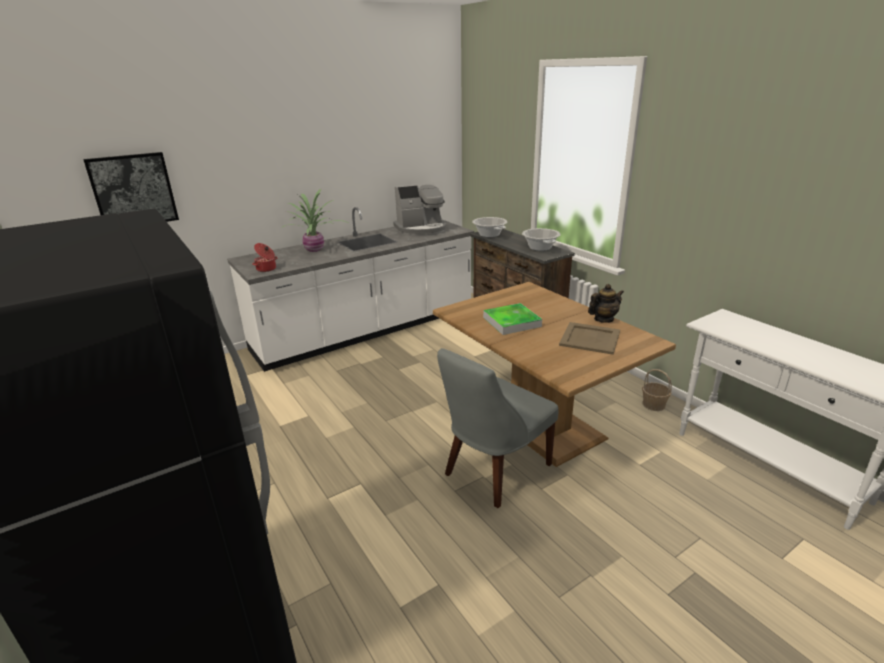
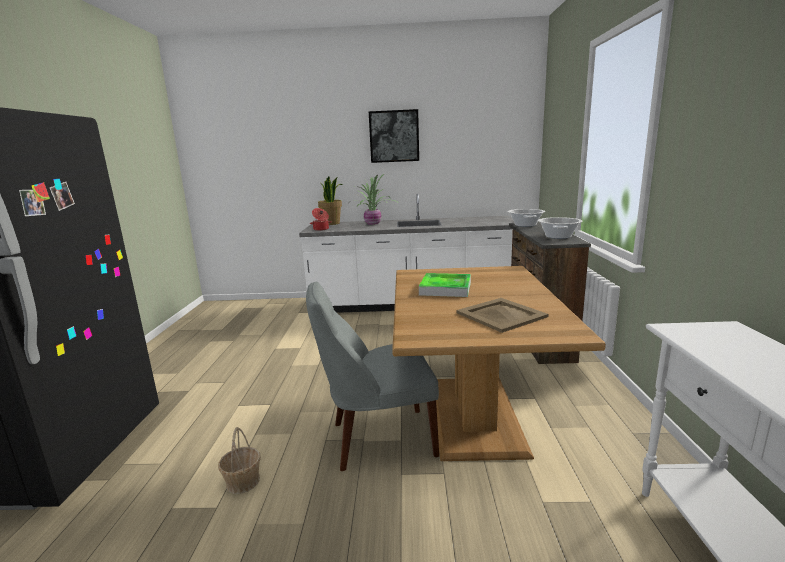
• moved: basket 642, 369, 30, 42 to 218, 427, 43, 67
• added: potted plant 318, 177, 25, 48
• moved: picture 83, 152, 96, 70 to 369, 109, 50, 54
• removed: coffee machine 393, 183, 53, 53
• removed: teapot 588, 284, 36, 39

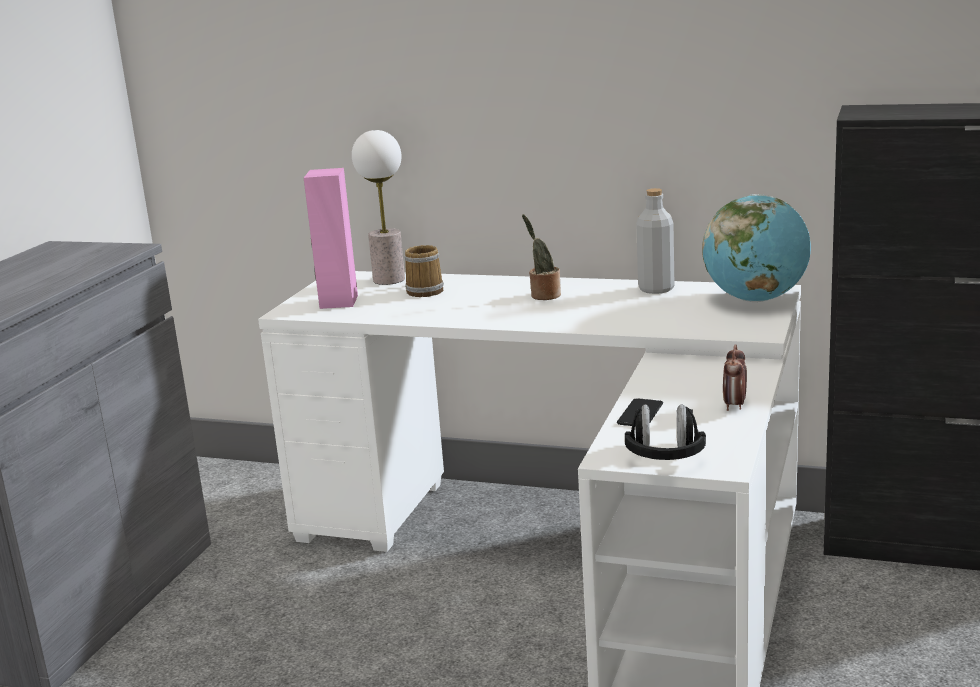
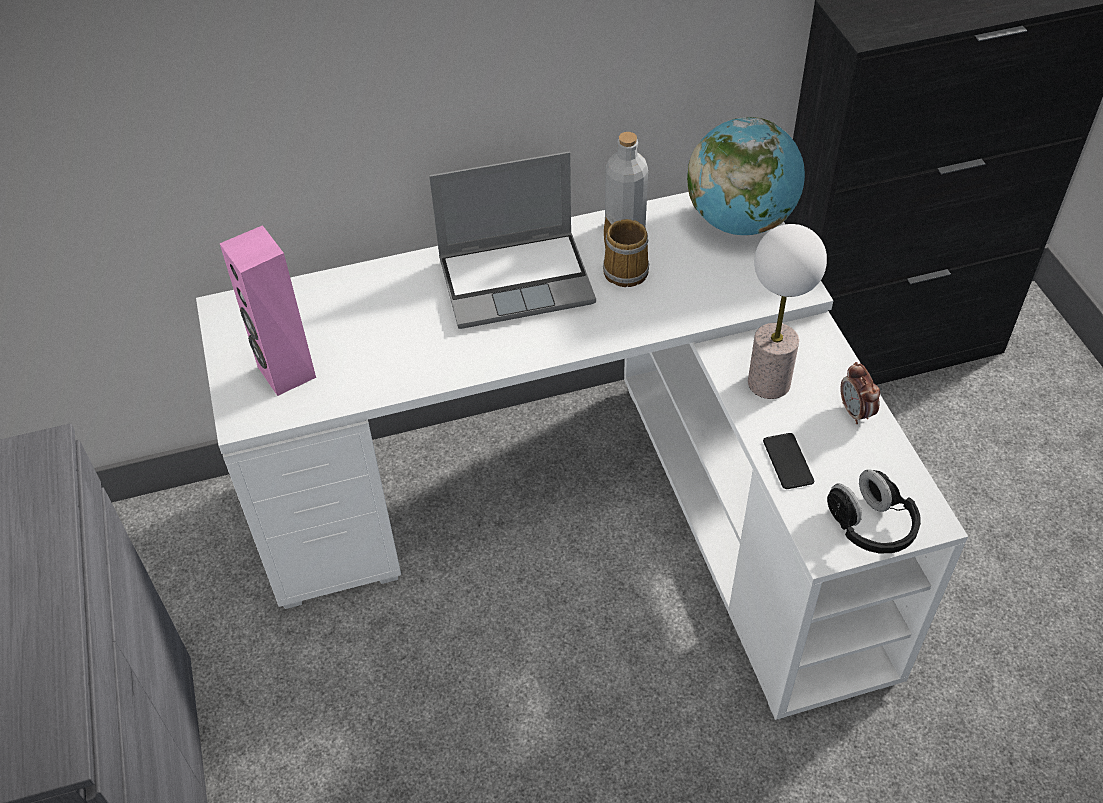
• replaced: potted plant 522, 214, 39, 86 to laptop 429, 152, 167, 177
• moved: mug 404, 245, 40, 52 to 603, 214, 47, 73
• moved: table lamp 352, 130, 53, 155 to 748, 224, 79, 175

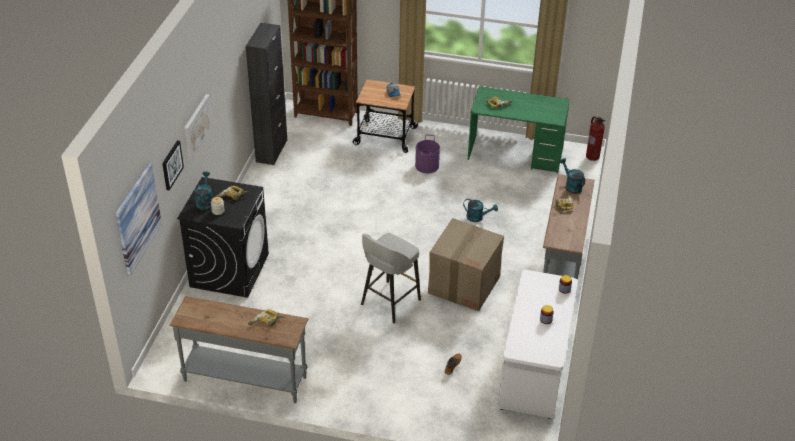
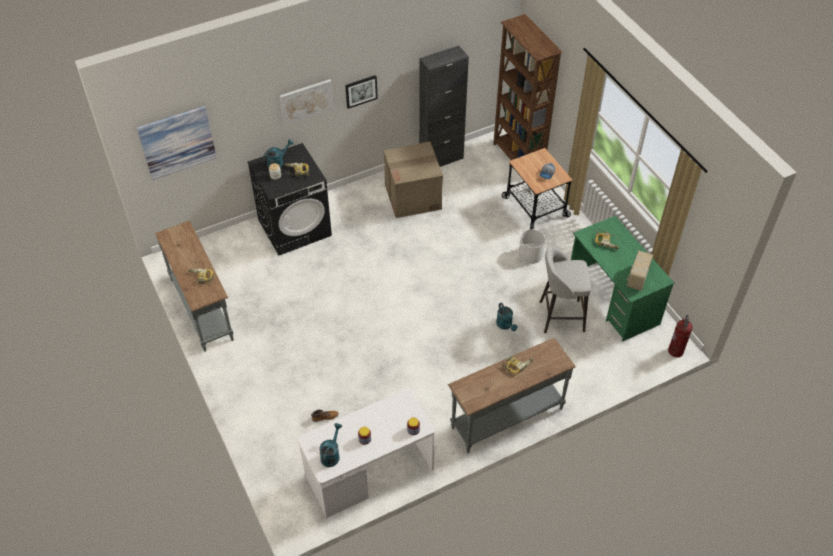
• moved: turquoise watering can 559, 158, 26, 36 to 320, 423, 22, 44
• moved: picture 162, 140, 22, 51 to 345, 75, 33, 34
• moved: cardboard box 428, 218, 76, 93 to 384, 141, 59, 77
• recoloured: purple bucket 415, 135, 25, 38 to white bucket 517, 227, 33, 37
• moved: grey stool 361, 233, 60, 91 to 540, 246, 52, 87
• added: radio 627, 250, 26, 41

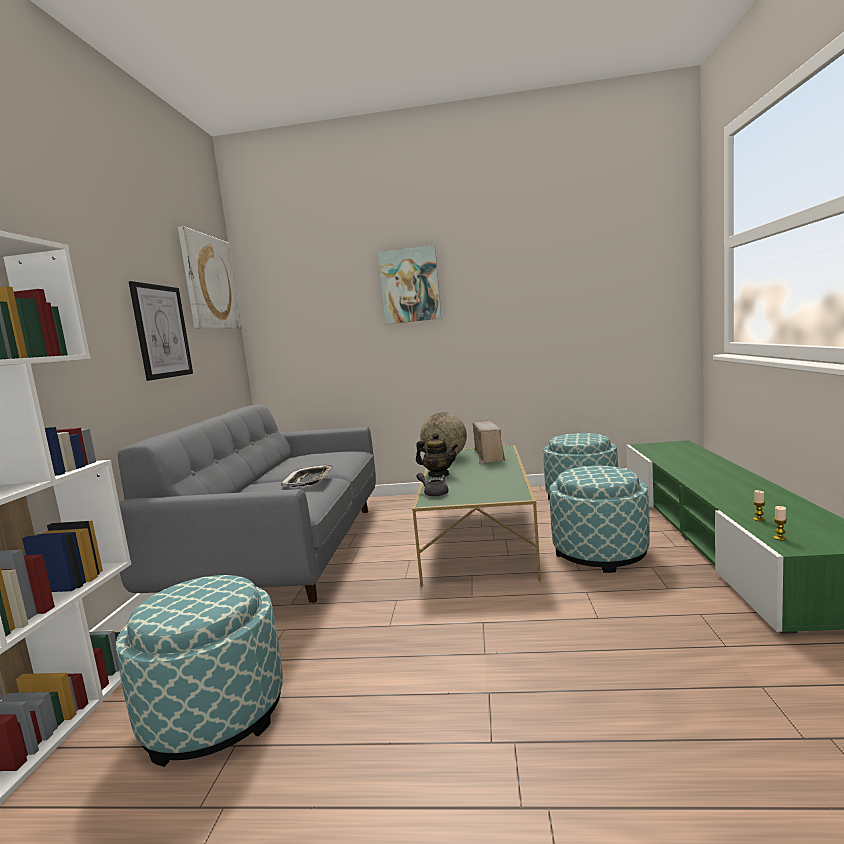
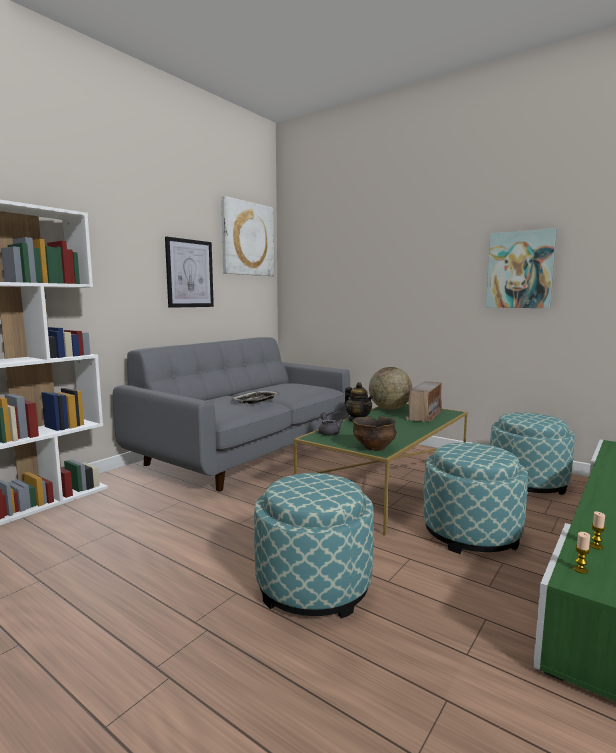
• moved: ottoman 115, 575, 168, 192 to 254, 473, 120, 145
• added: bowl 352, 417, 45, 34
• moved: picture 378, 245, 64, 79 to 486, 228, 71, 80

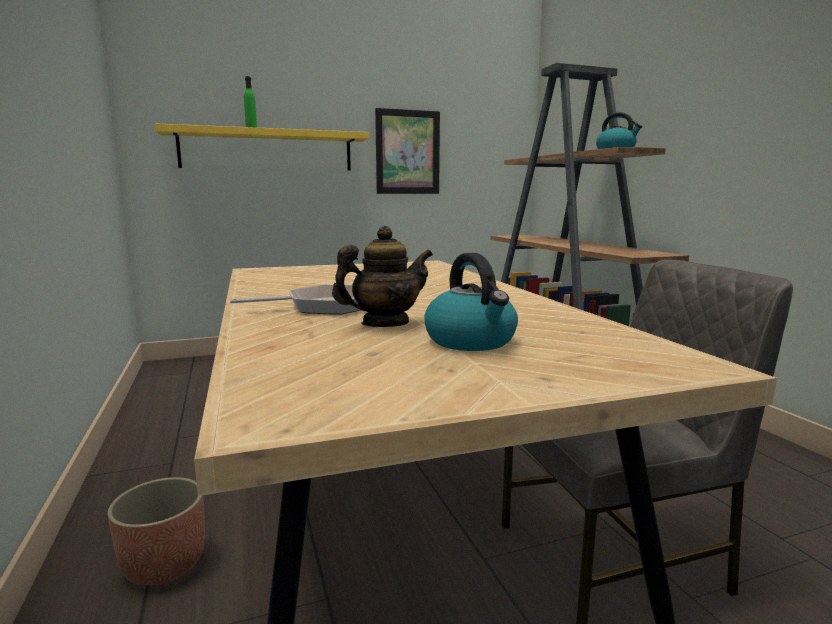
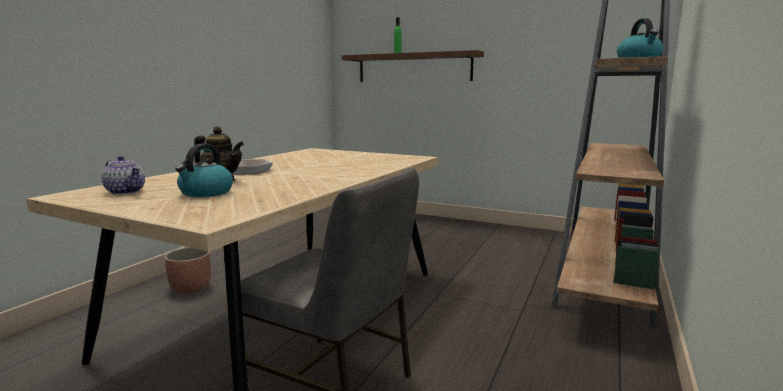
• added: teapot 101, 156, 44, 39
• recoloured: yellow shelf 155, 123, 214, 47 to brown shelf 342, 50, 142, 32
• removed: picture 375, 108, 65, 86

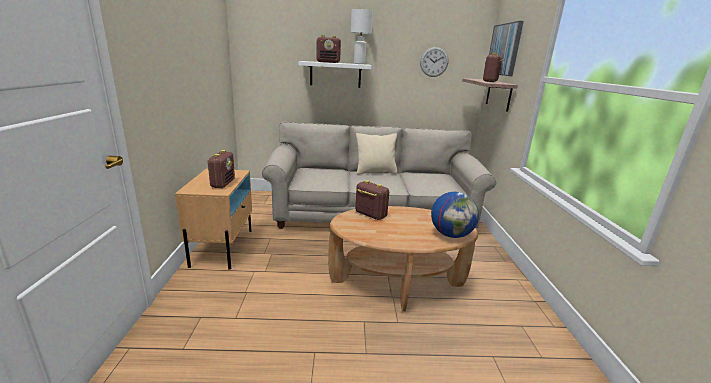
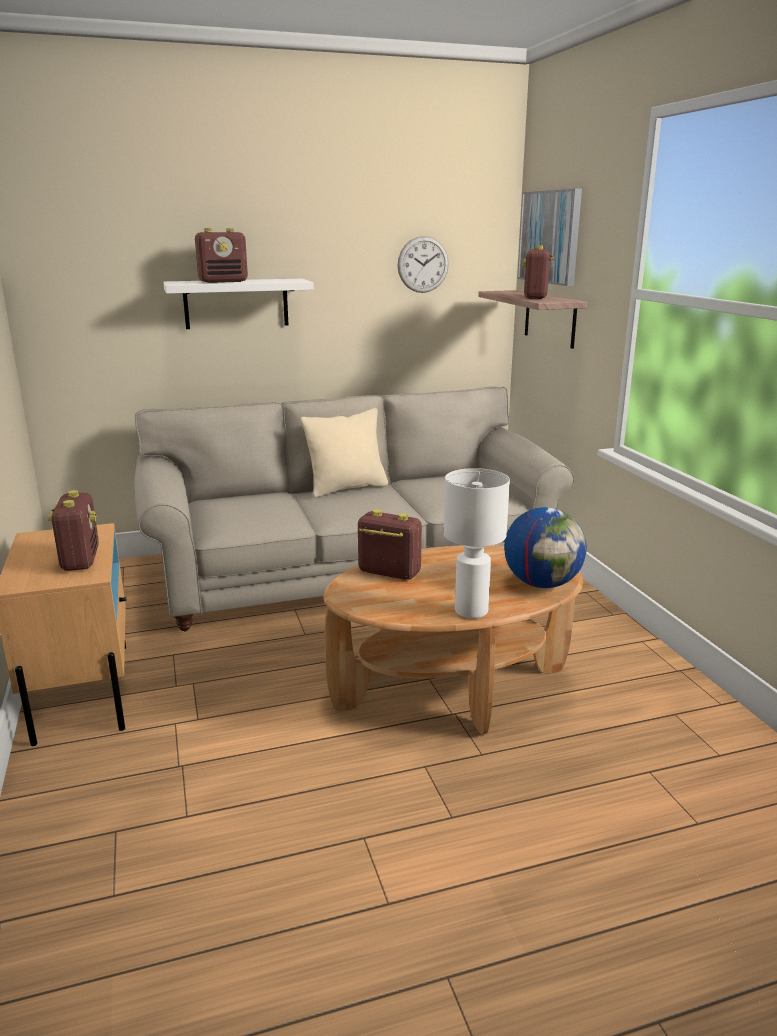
• moved: white table lamp 351, 9, 22, 55 to 443, 468, 67, 150

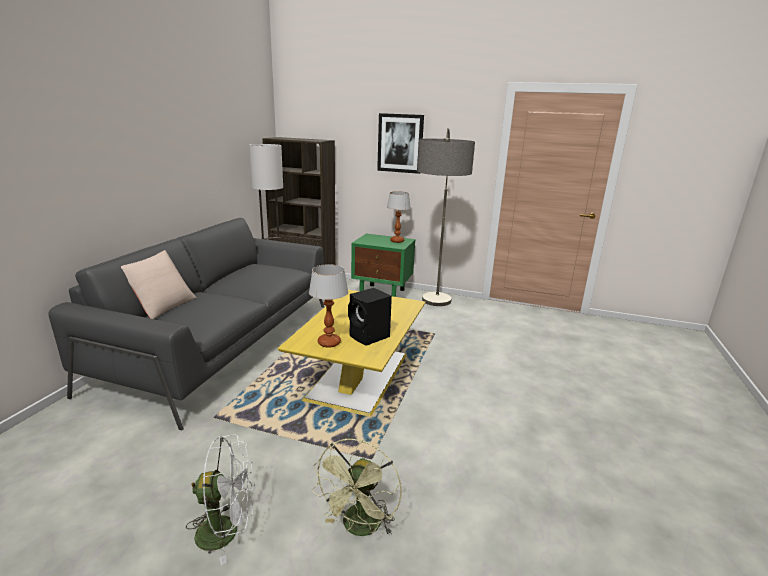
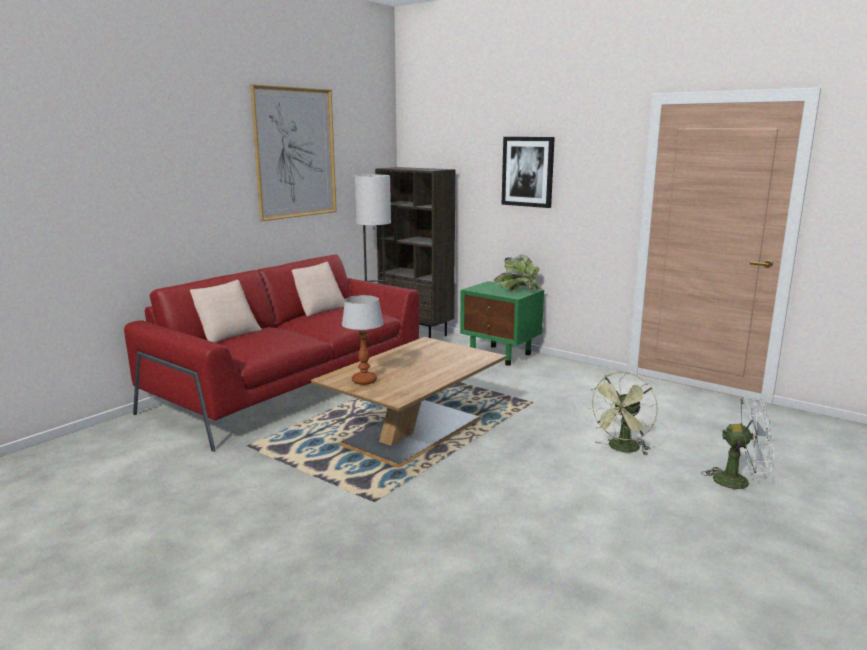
• recoloured: grey sofa 48, 218, 276, 212 to red sofa 124, 255, 296, 197
• added: picture 250, 84, 87, 137
• added: beige pillow 292, 262, 53, 55
• recoloured: yellow coffee table 278, 290, 148, 127 to brown coffee table 311, 337, 195, 131
• replaced: table lamp 387, 191, 23, 52 to potted plant 494, 254, 47, 38
• moved: green fan 312, 439, 90, 97 to 589, 372, 69, 83
• moved: white fan 186, 434, 69, 131 to 701, 397, 73, 100
• removed: black speaker 348, 288, 44, 58
• removed: floor lamp 417, 128, 58, 178

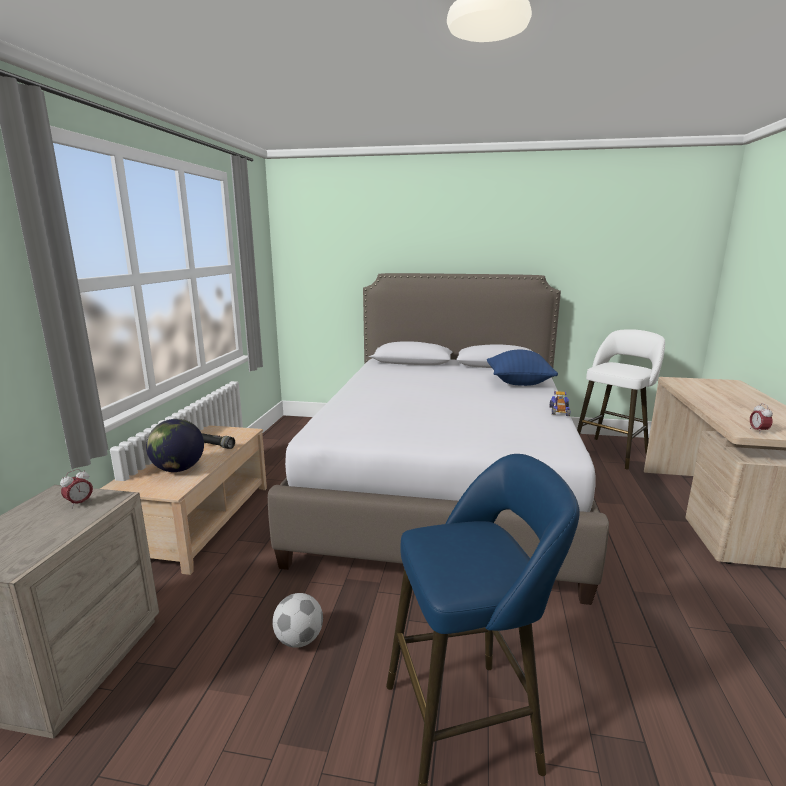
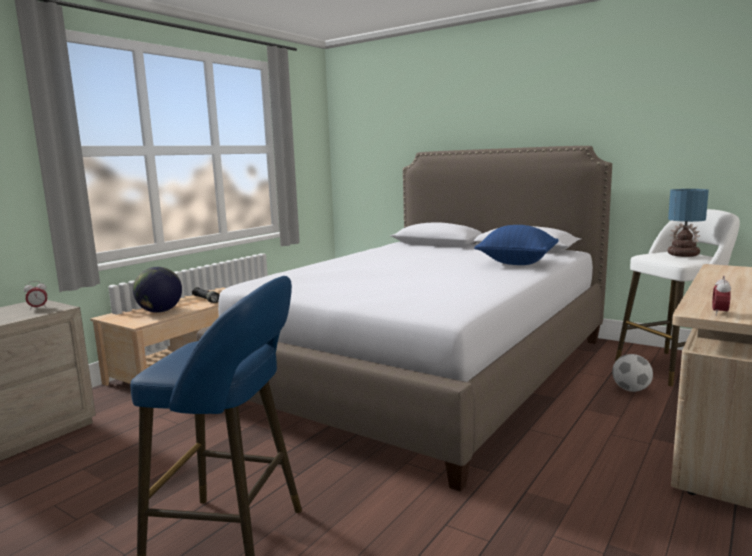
• moved: football 272, 593, 51, 55 to 612, 354, 41, 38
• added: table lamp 667, 189, 42, 68
• removed: toy car 550, 391, 20, 25

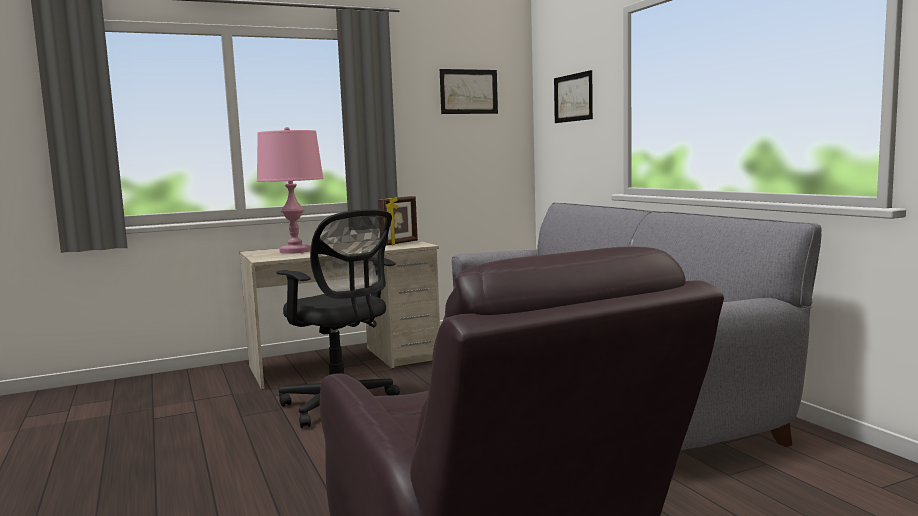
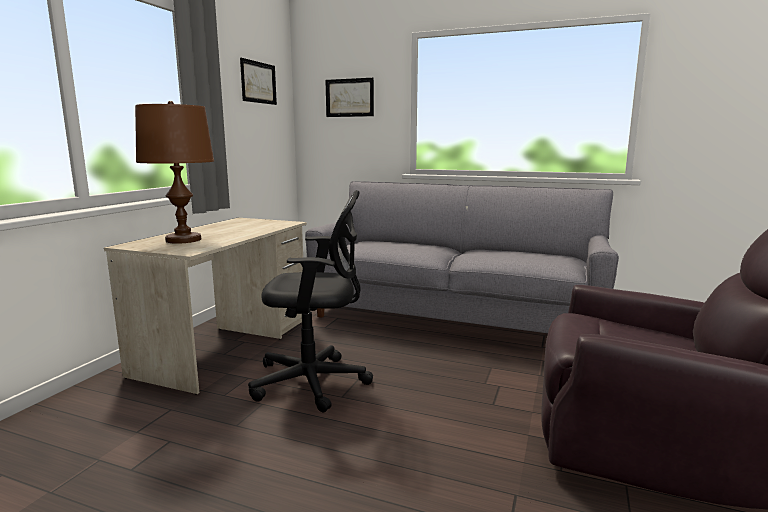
• recoloured: pink table lamp 257, 127, 67, 127 to brown table lamp 135, 101, 79, 143
• removed: picture frame 378, 196, 40, 50

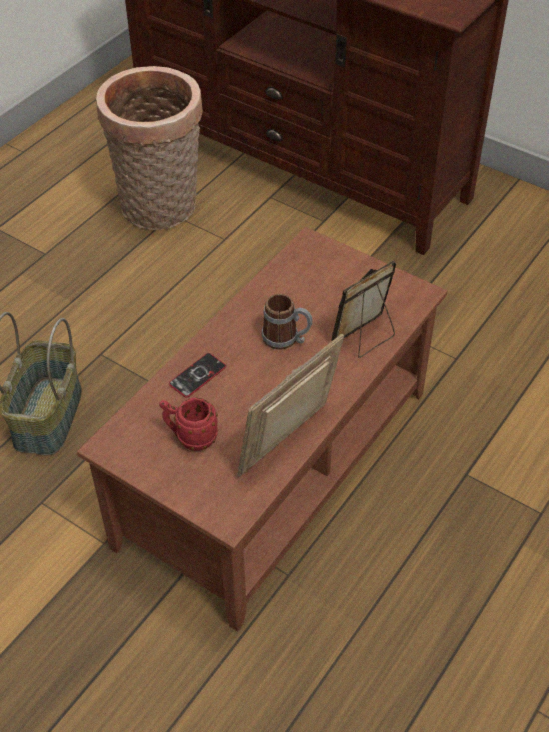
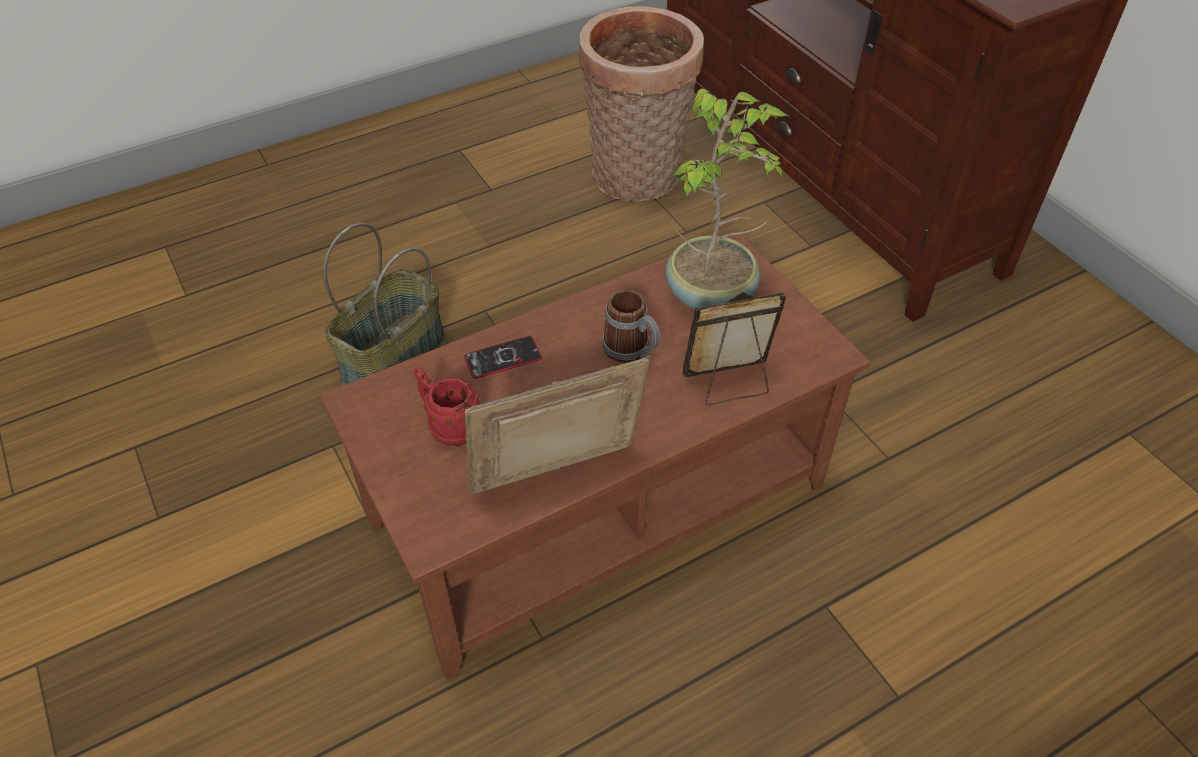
• added: potted plant 666, 88, 123, 221

